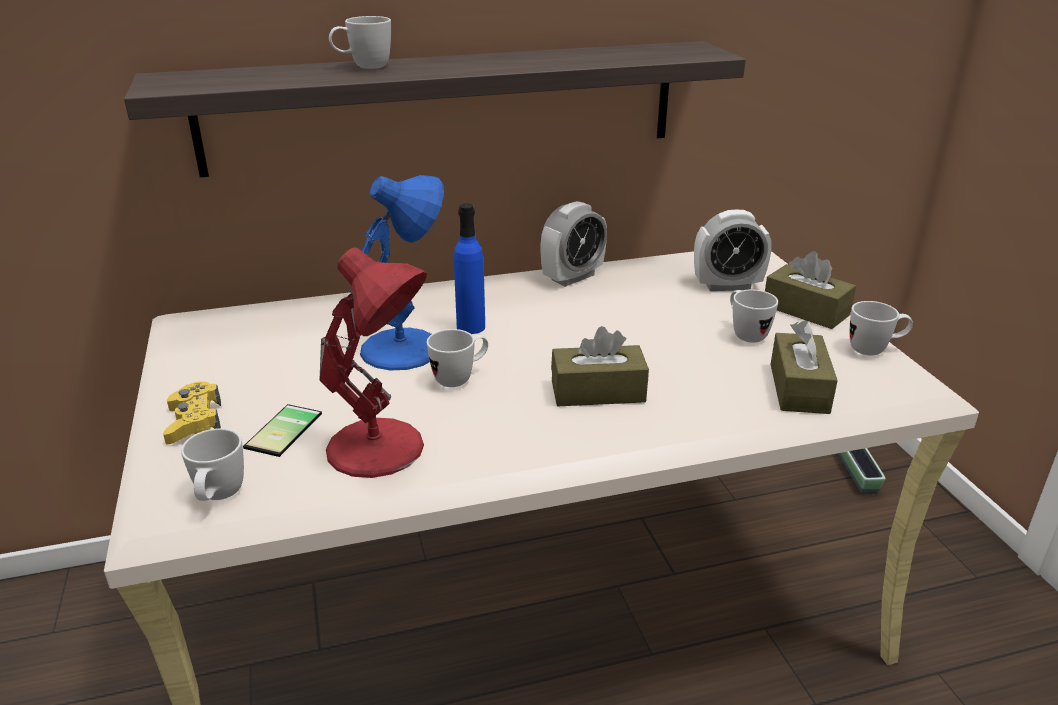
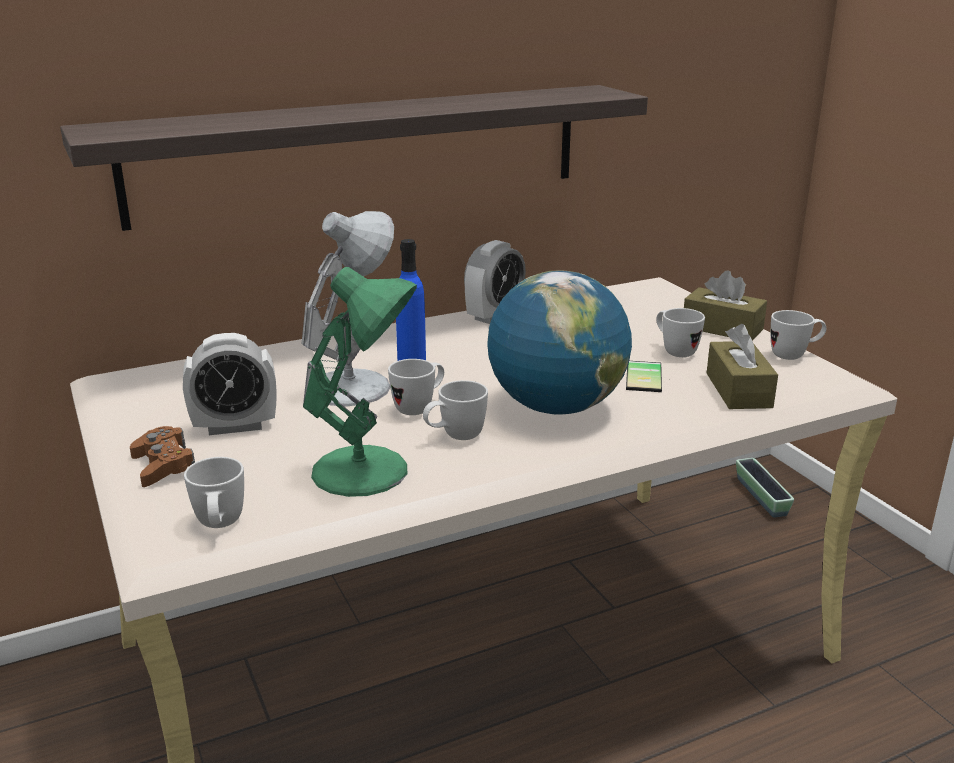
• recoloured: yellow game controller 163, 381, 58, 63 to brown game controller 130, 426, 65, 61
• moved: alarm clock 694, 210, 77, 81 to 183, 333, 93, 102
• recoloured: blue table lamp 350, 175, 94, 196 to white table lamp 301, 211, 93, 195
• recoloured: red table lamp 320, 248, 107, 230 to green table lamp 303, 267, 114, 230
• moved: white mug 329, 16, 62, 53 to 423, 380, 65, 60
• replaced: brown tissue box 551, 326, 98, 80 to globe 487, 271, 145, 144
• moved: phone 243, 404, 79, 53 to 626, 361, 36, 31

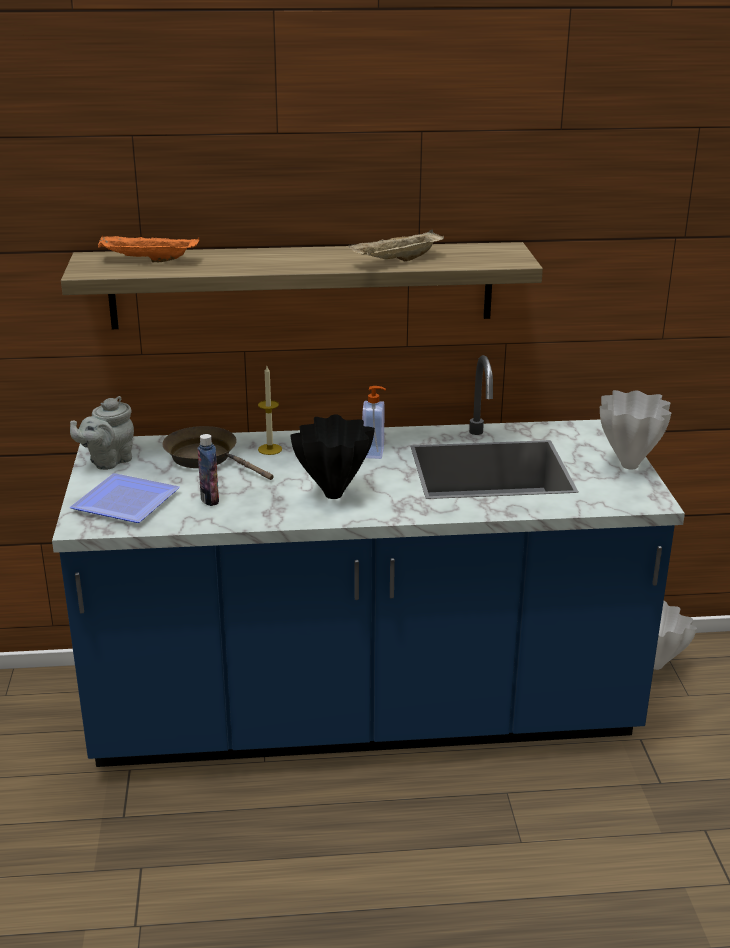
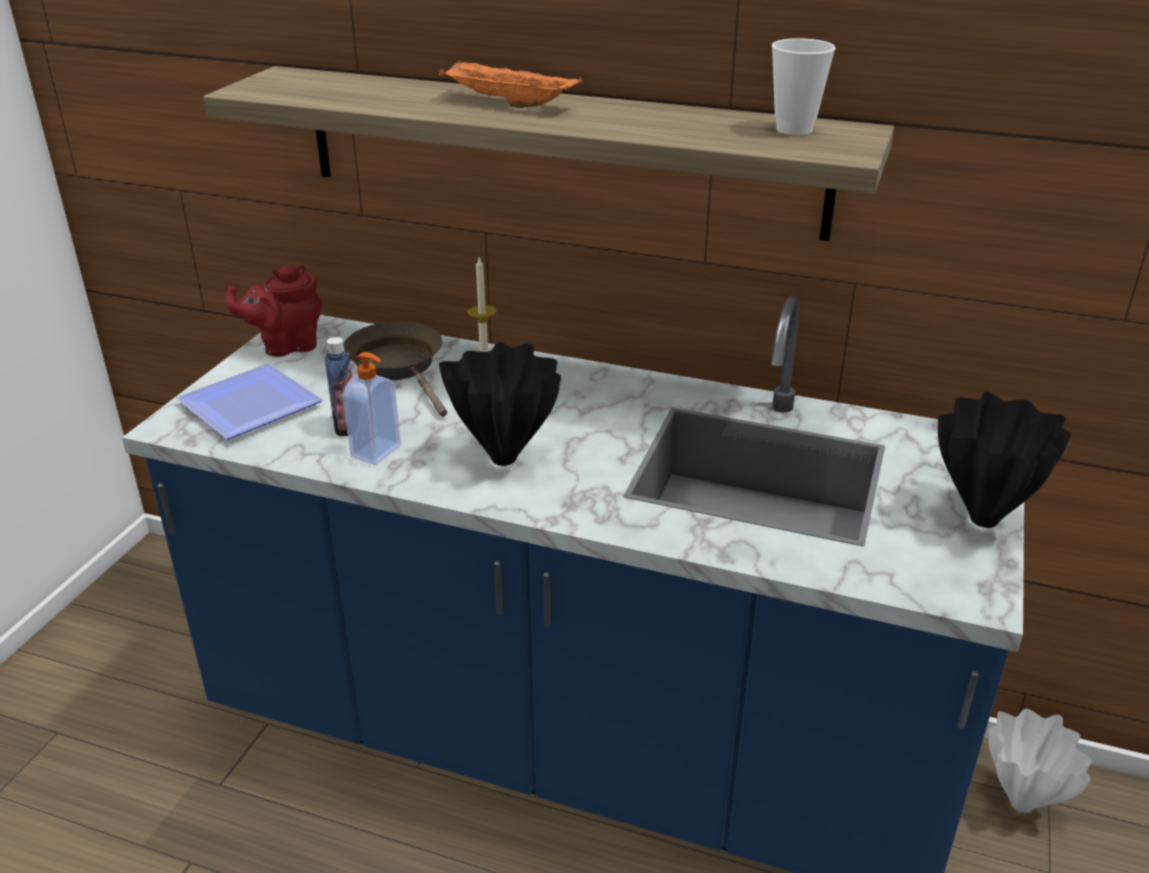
• recoloured: grey teapot 70, 396, 64, 74 to red teapot 225, 265, 97, 92
• moved: soap dispenser 362, 386, 24, 73 to 343, 352, 58, 113
• moved: orange tray 98, 235, 102, 27 to 439, 61, 143, 47
• added: cup 772, 38, 64, 97
• recoloured: white vase 600, 390, 71, 79 to black vase 938, 392, 133, 136
• removed: beige tray 348, 229, 96, 32

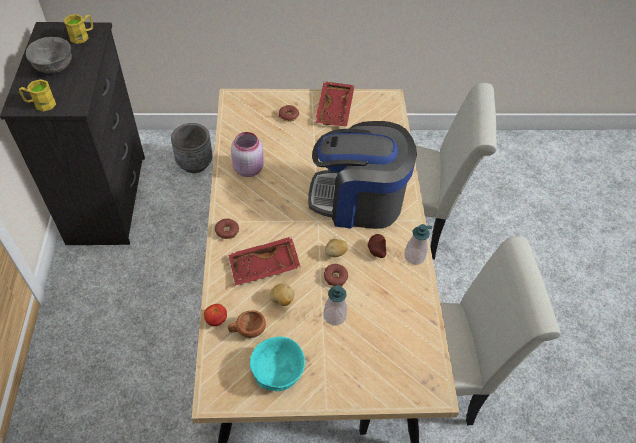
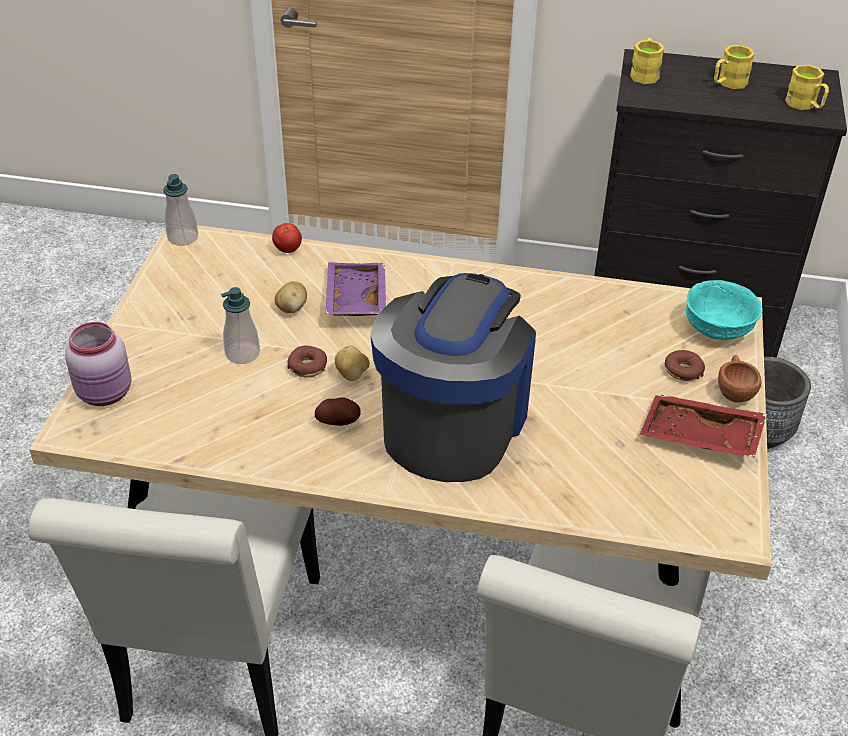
• moved: pink jar 231, 132, 33, 45 to 65, 322, 66, 84
• moved: soap dispenser 404, 224, 28, 41 to 163, 174, 35, 72
• recoloured: red tray 228, 237, 73, 49 to purple tray 326, 262, 60, 54
• moved: turquoise bowl 250, 337, 55, 54 to 686, 280, 77, 60
• replaced: grey bowl 26, 37, 46, 37 to yellow mug 714, 45, 41, 44
• moved: brown cup 228, 310, 38, 28 to 718, 355, 44, 48
• removed: donut 215, 219, 24, 20

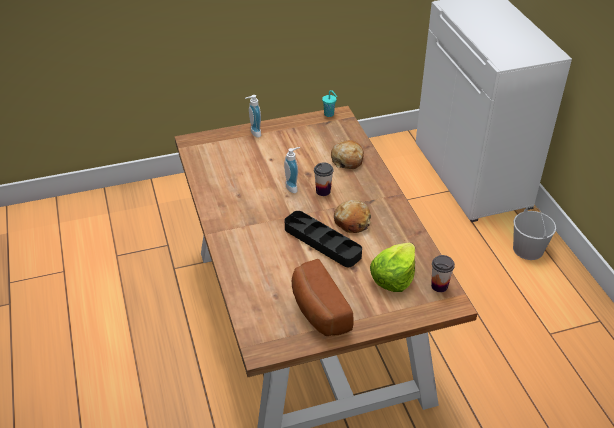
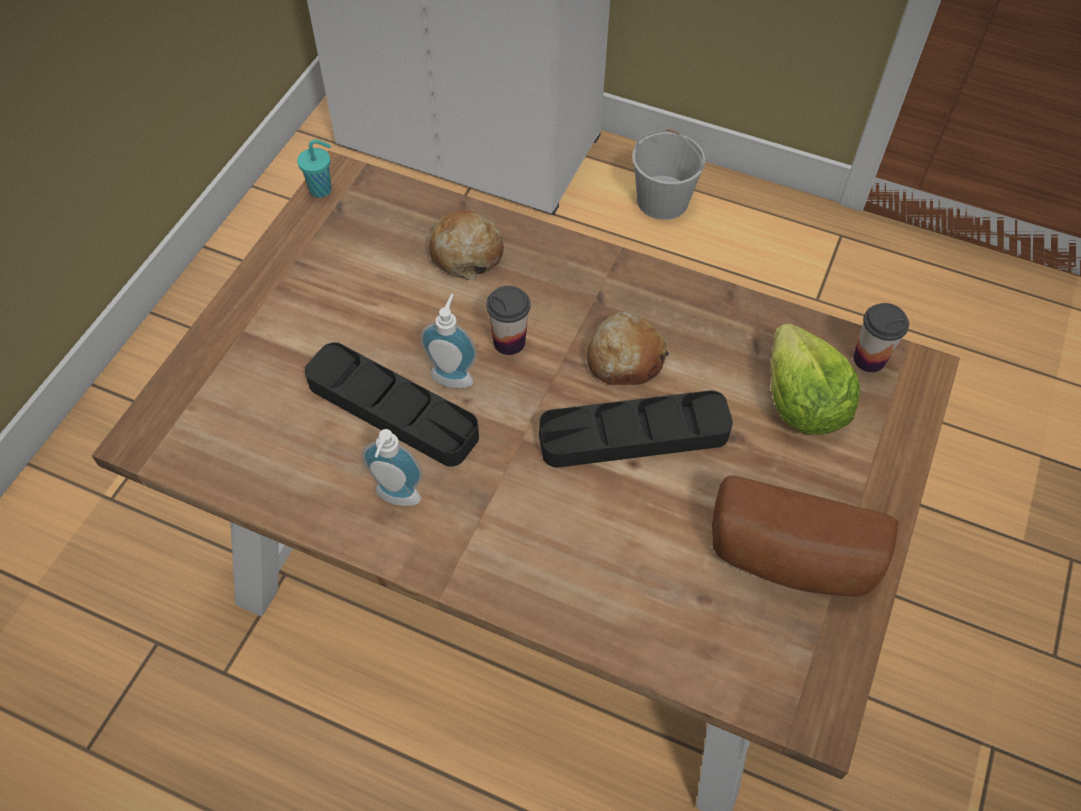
• added: black tray 305, 342, 174, 125
• moved: soap dispenser 245, 95, 16, 42 to 362, 429, 61, 77

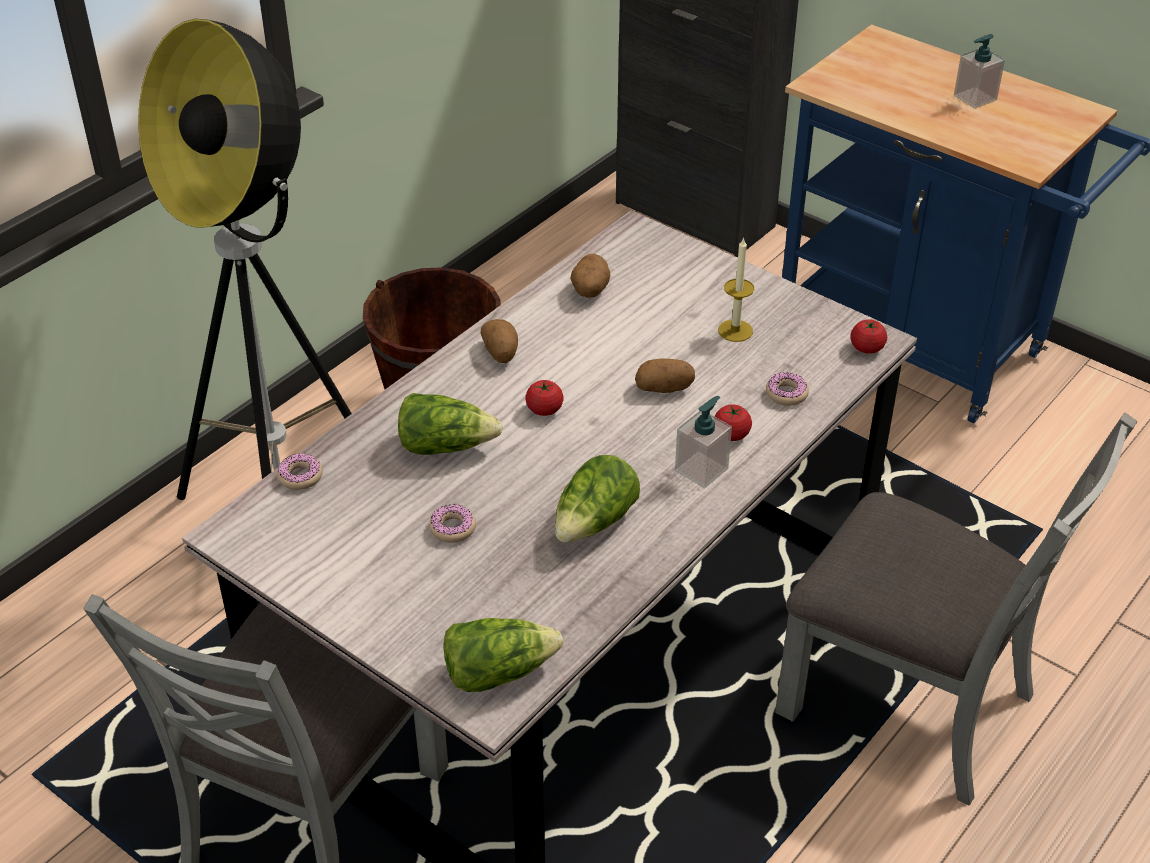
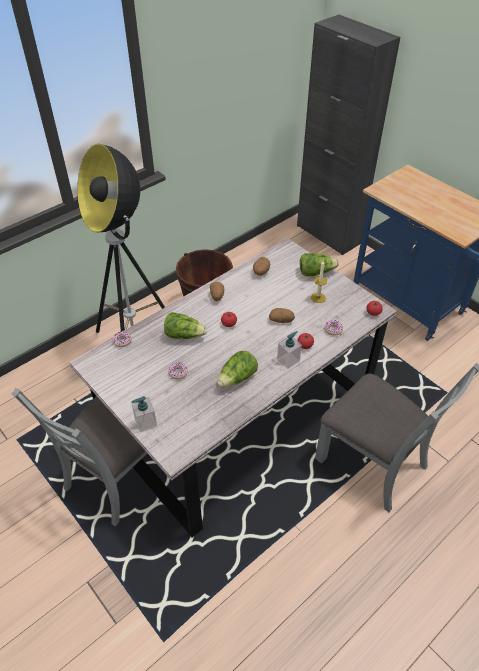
• moved: soap dispenser 954, 34, 51, 75 to 131, 396, 26, 36
• moved: lettuce 443, 618, 120, 74 to 300, 253, 39, 24

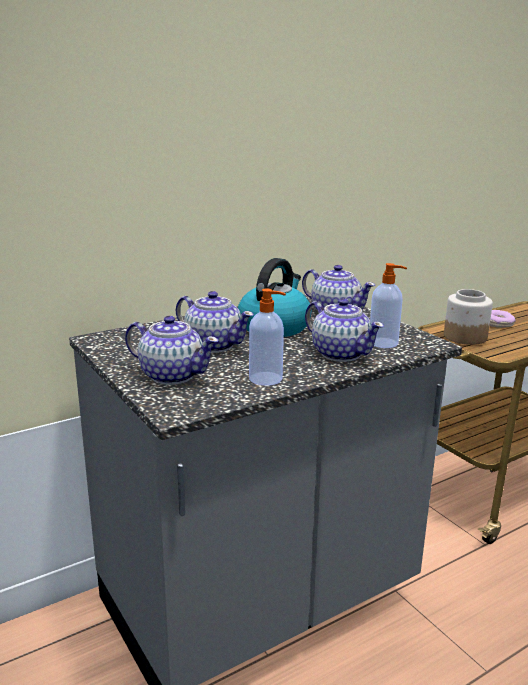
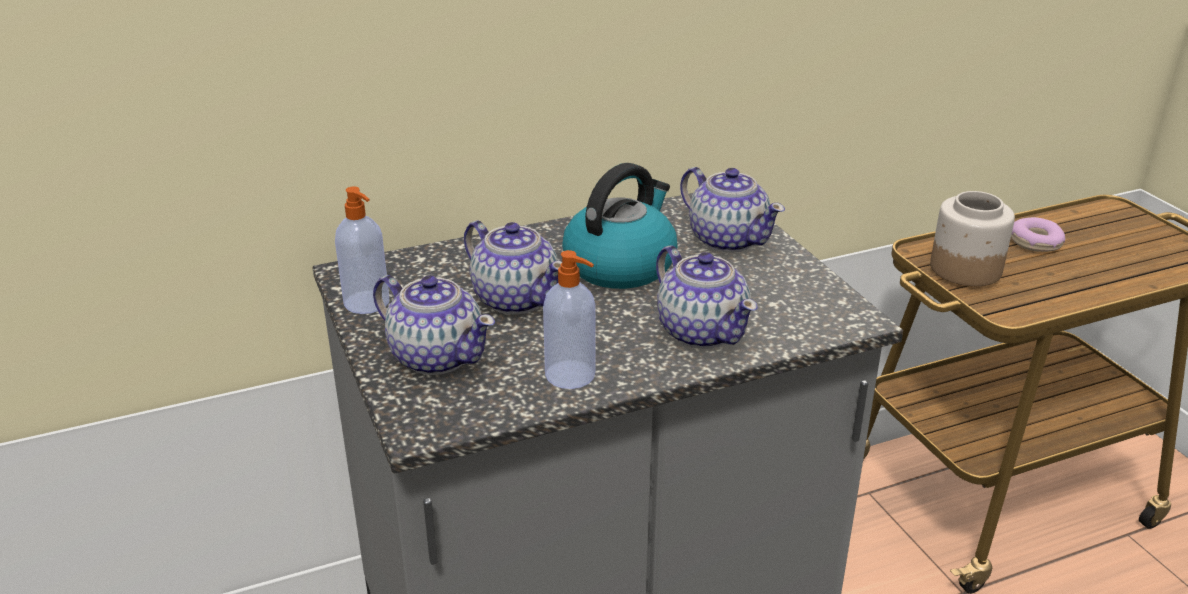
• moved: soap dispenser 370, 263, 37, 85 to 335, 187, 54, 127

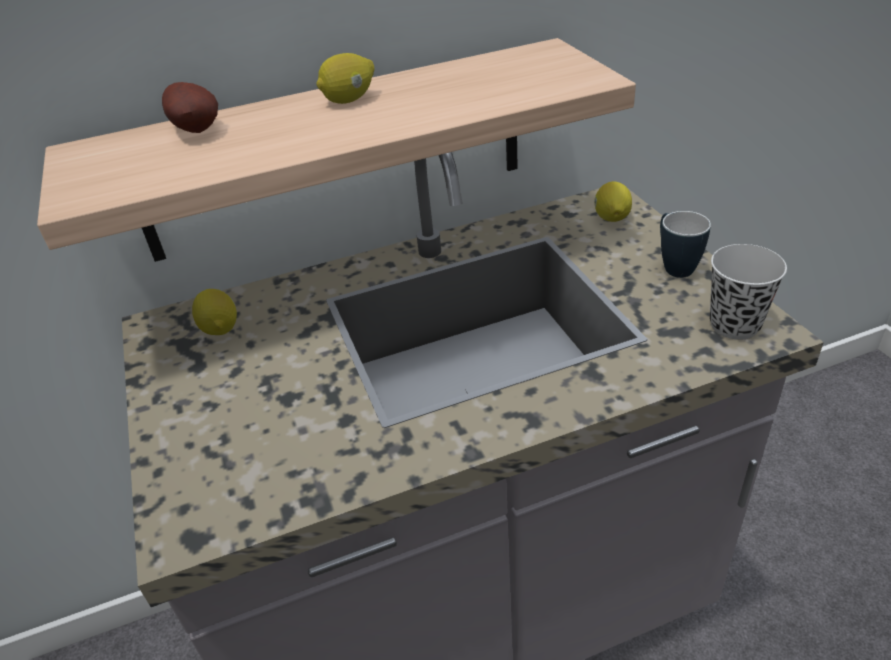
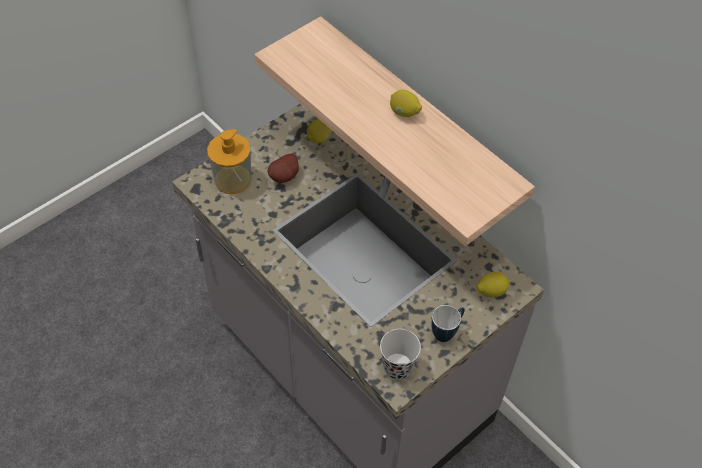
• added: soap dispenser 207, 129, 44, 65
• moved: potato 162, 82, 56, 51 to 268, 153, 31, 30

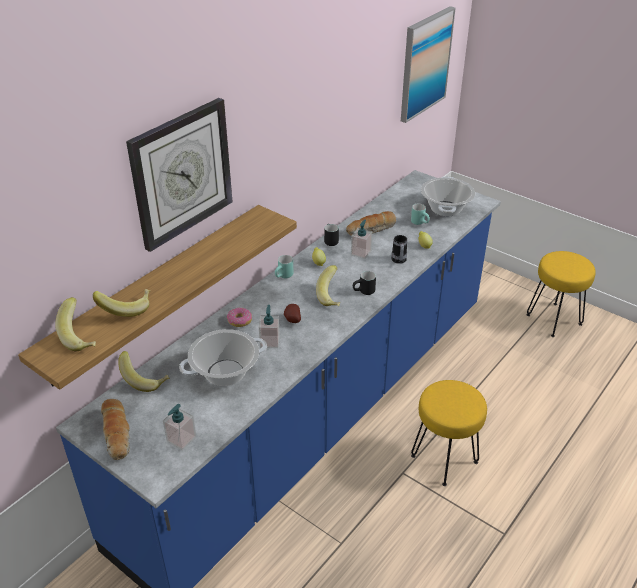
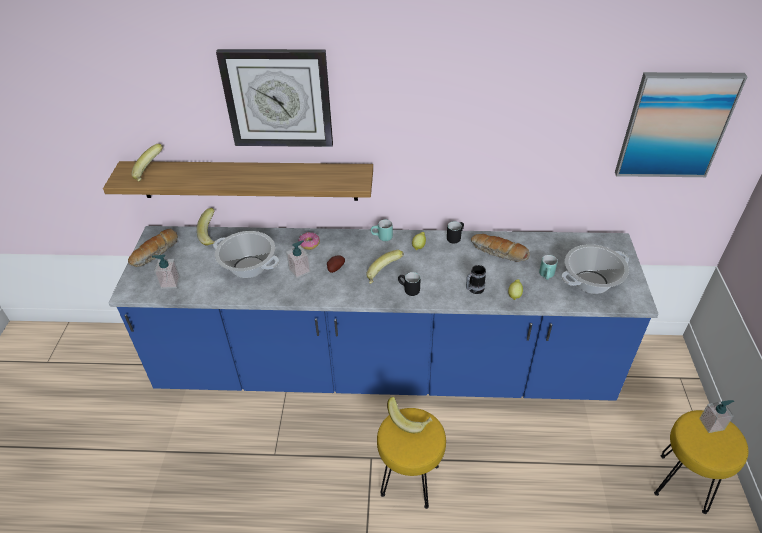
• moved: banana 93, 289, 57, 28 to 387, 397, 46, 36
• moved: soap dispenser 351, 220, 21, 39 to 699, 400, 35, 33

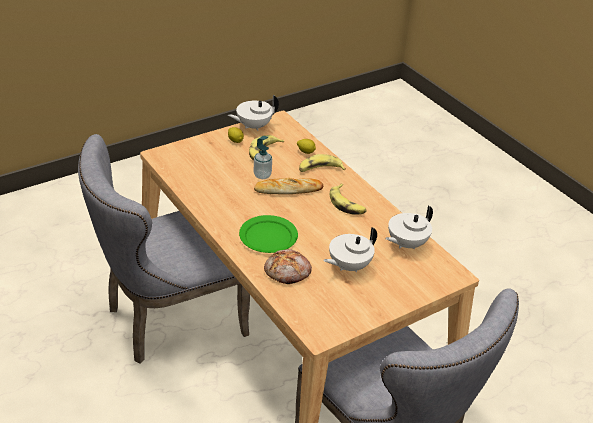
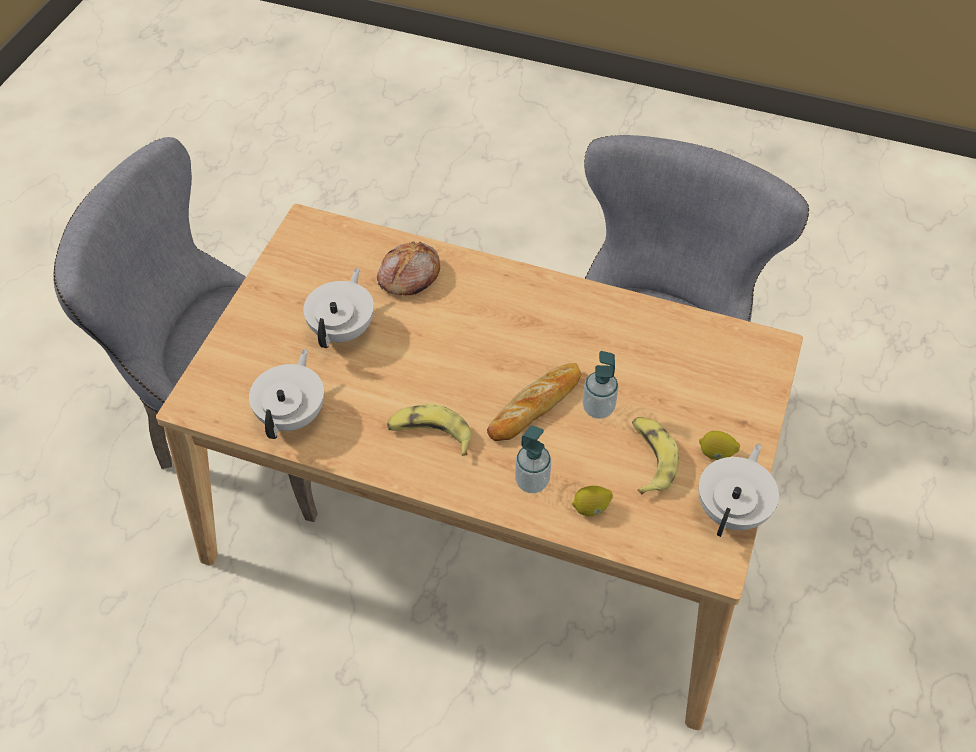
• replaced: banana 299, 154, 47, 18 to soap dispenser 515, 426, 36, 67
• removed: green plate 239, 215, 59, 38

